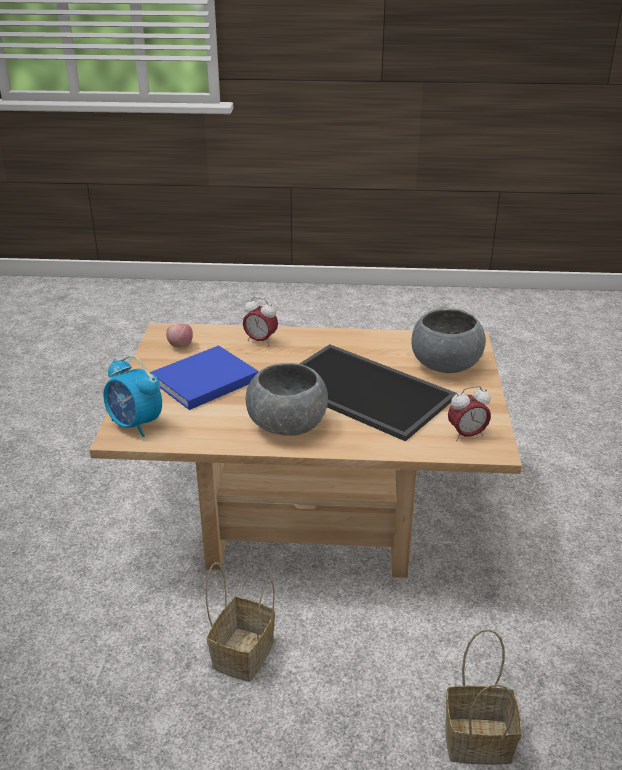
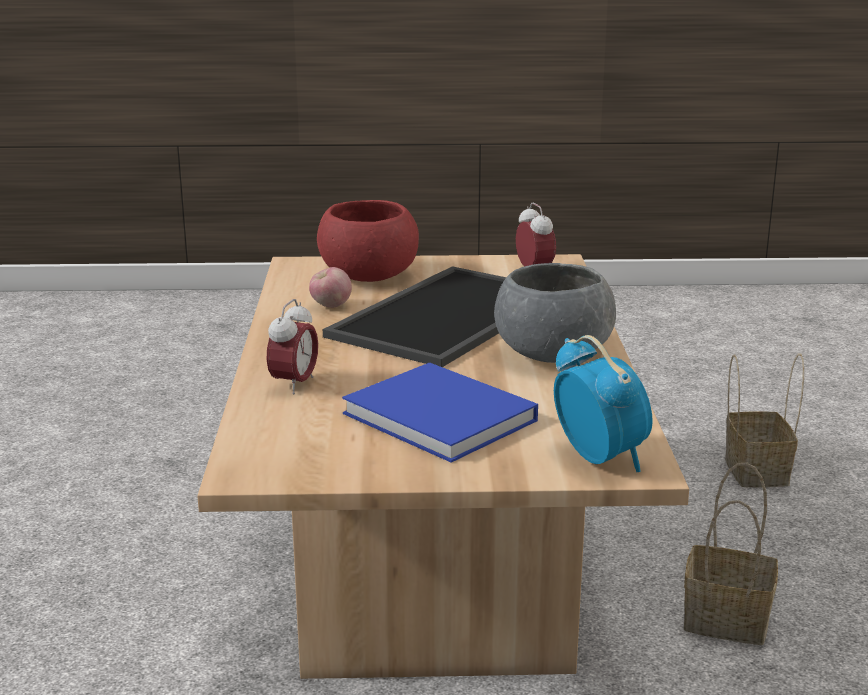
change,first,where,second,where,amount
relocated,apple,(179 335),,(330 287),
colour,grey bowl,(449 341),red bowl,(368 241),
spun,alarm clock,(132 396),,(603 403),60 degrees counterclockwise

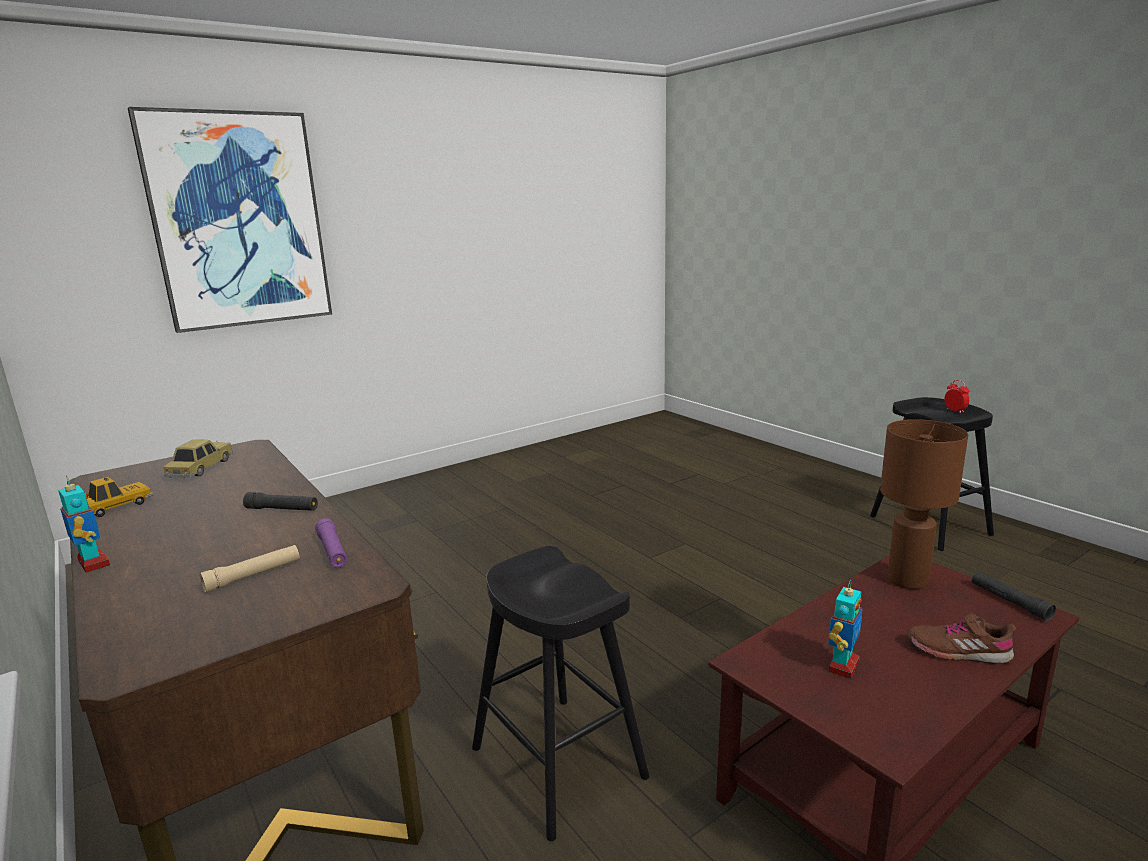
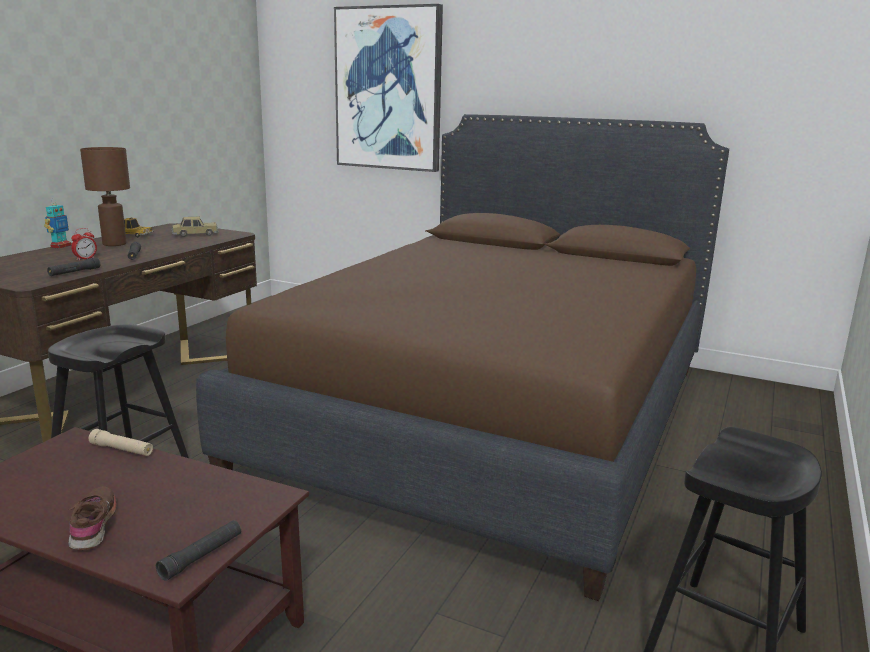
change,first,where,second,where,amount
colour,purple flashlight,(331 543),black flashlight,(73 266),
relocated,alarm clock,(957 396),,(84 244),
relocated,brown table lamp,(924 504),,(105 196),
relocated,beige flashlight,(250 569),,(121 442),
appeared,,,brown bed,(462 357),
missing,toy robot,(845 629),,,

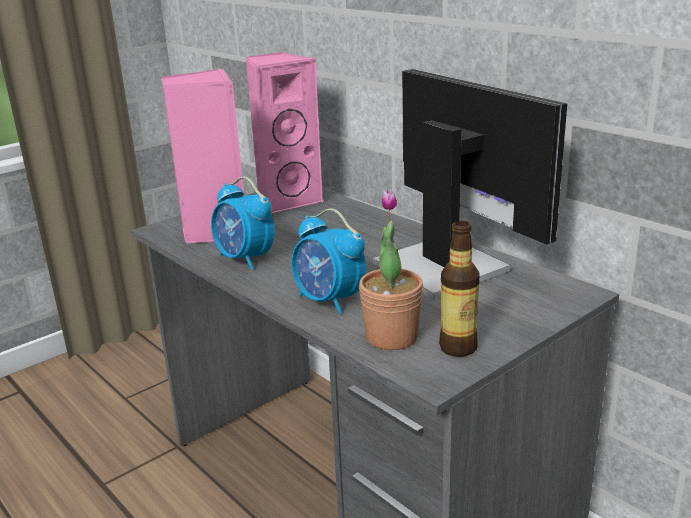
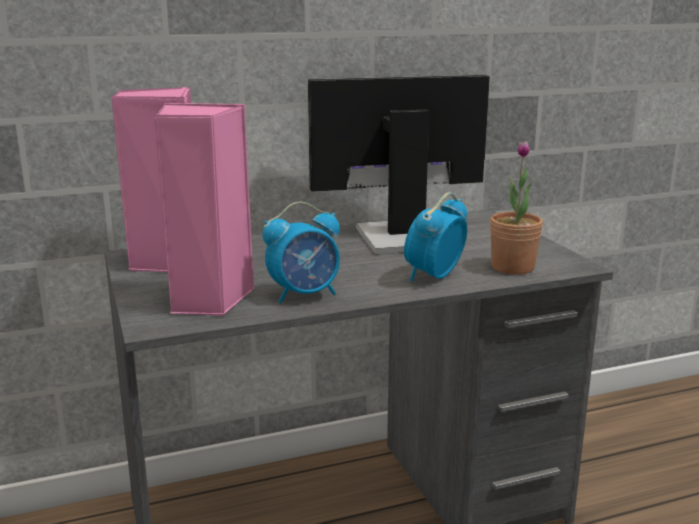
change,first,where,second,where,amount
spun,alarm clock,(328 261),,(436 237),150 degrees clockwise
missing,bottle,(459 289),,,

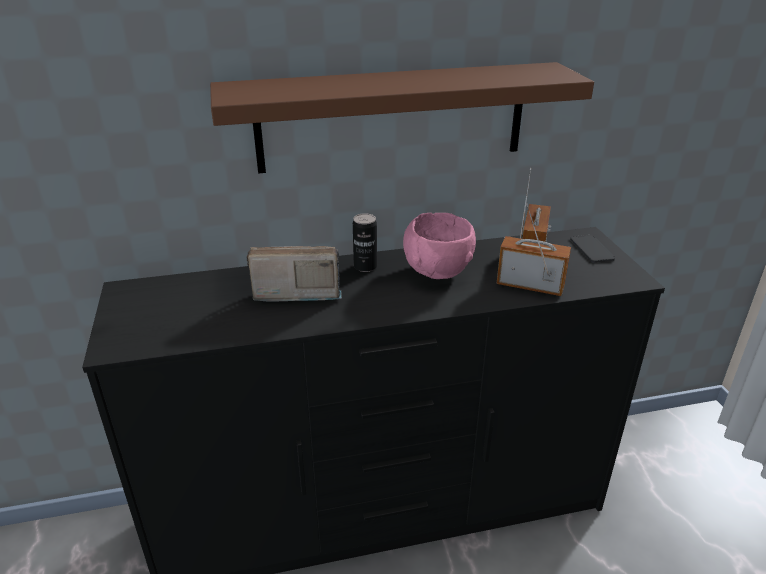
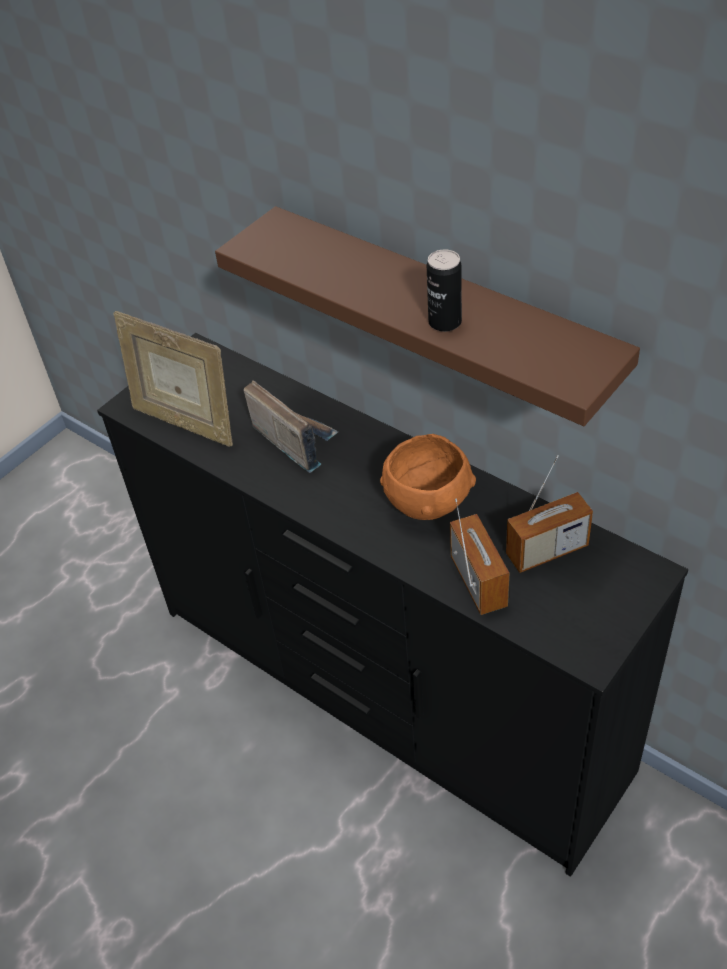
change,first,where,second,where,amount
appeared,,,picture frame,(173 379),
colour,pink bowl,(439 246),orange bowl,(428 477),
relocated,can,(365 242),,(444 291),
missing,phone,(592 249),,,

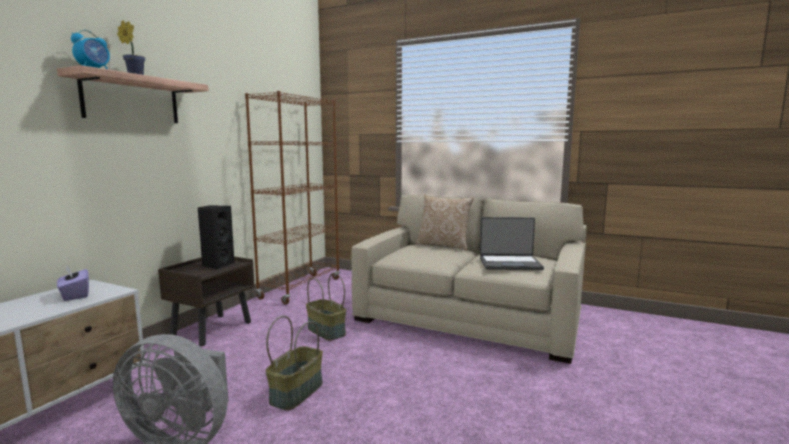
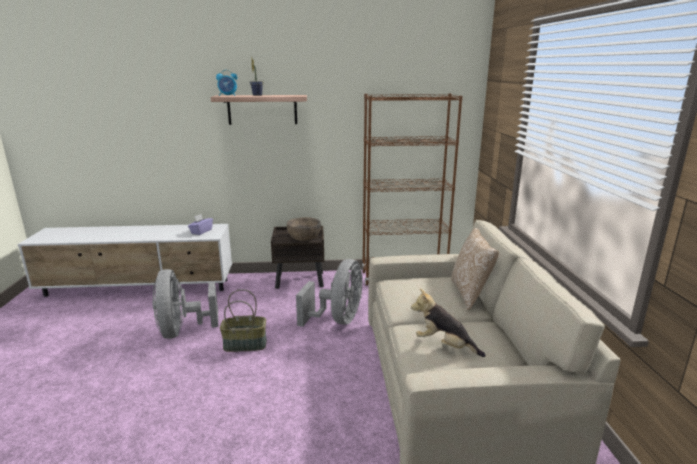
change,first,where,second,where,amount
exchanged,black speaker,(216 237),brown bowl,(304 229),
exchanged,basket,(326 307),grey fan,(329 293),
exchanged,laptop,(512 243),plush toy,(448 323),

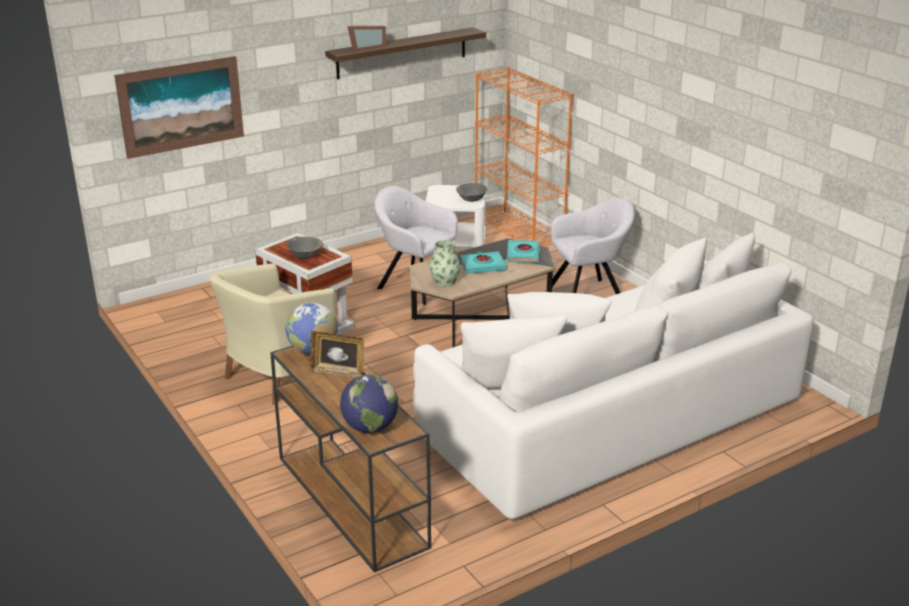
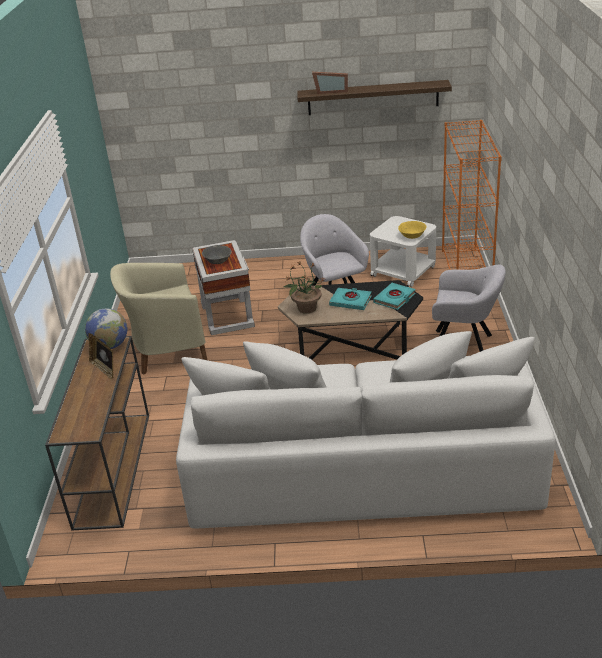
change,first,where,second,where,amount
exchanged,vase,(444 263),potted plant,(305 288),
colour,grey bowl,(472 192),yellow bowl,(412 230),
missing,picture,(179 107),,,
missing,globe,(369 403),,,

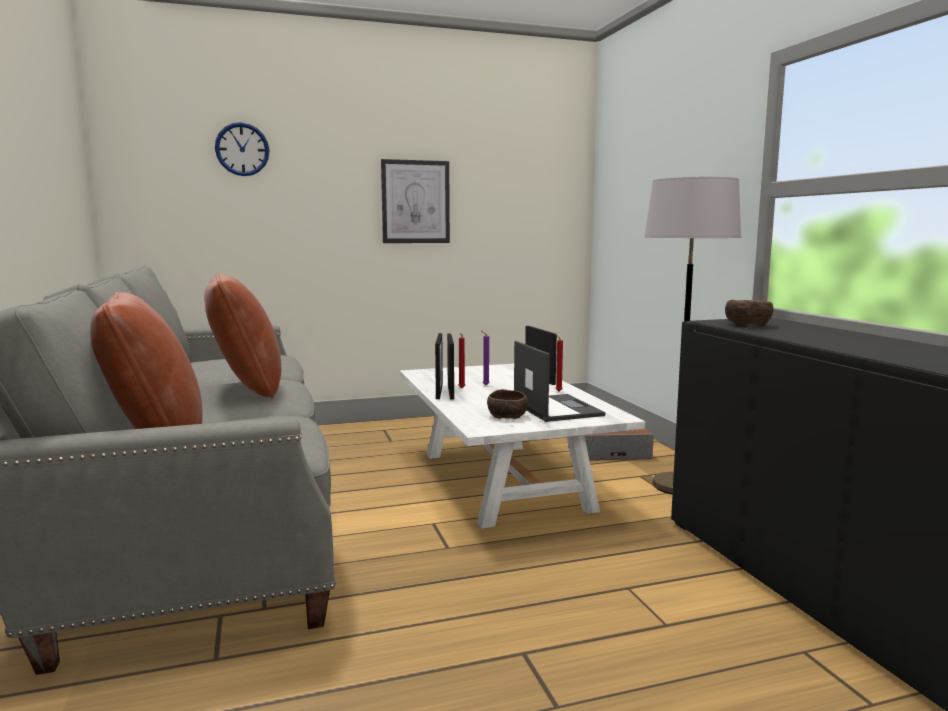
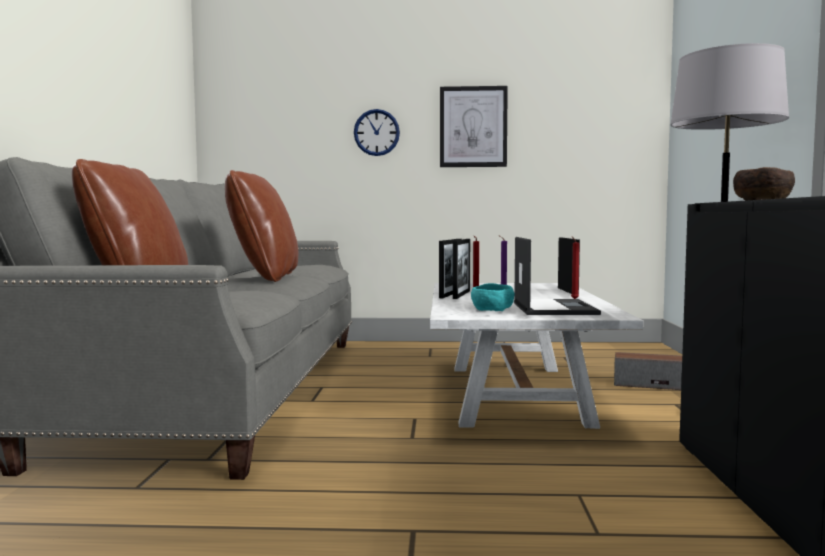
change,first,where,second,where,amount
relocated,wall clock,(242 149),,(377 132),
colour,brown bowl,(507 404),turquoise bowl,(493 297),

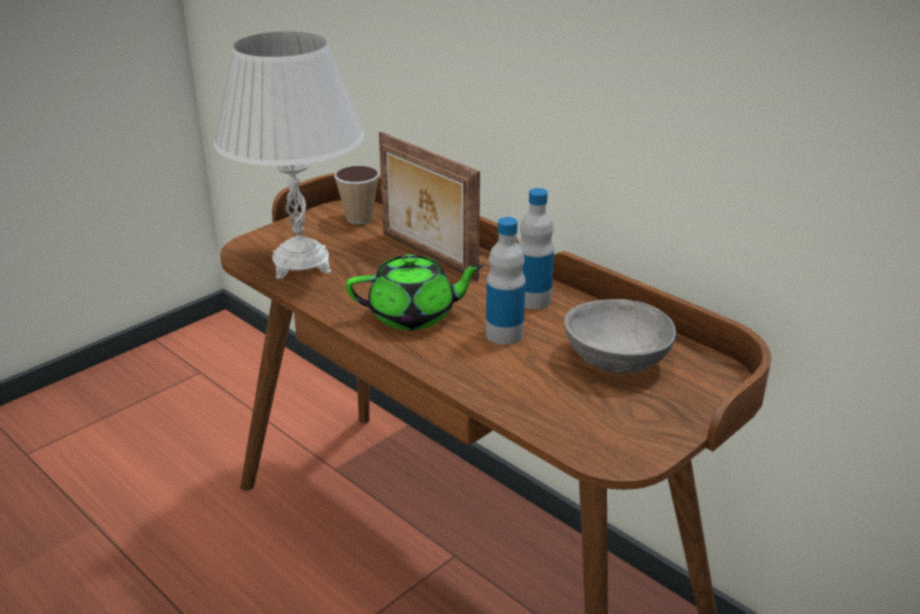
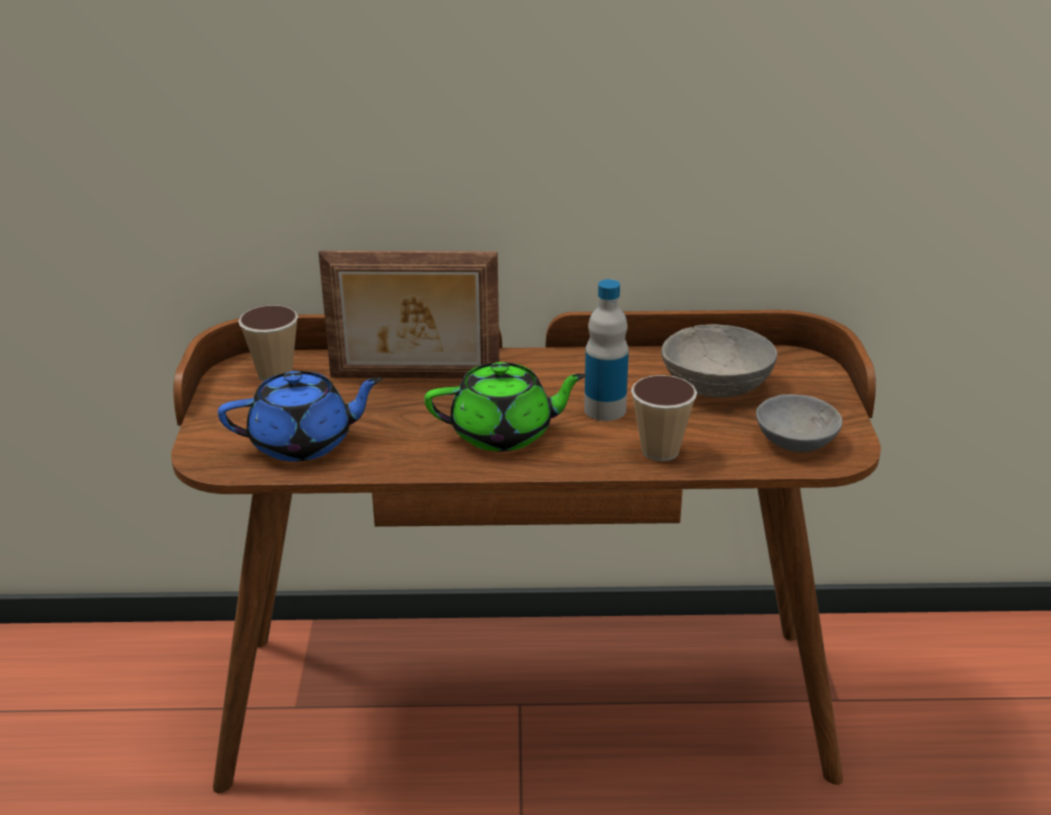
change,first,where,second,where,amount
exchanged,white table lamp,(288 155),blue teapot,(300 416),
spun,green teapot,(415 292),,(505 406),45 degrees clockwise
appeared,,,cup,(664 418),
appeared,,,grey bowl,(799 423),
missing,bottle,(536 248),,,

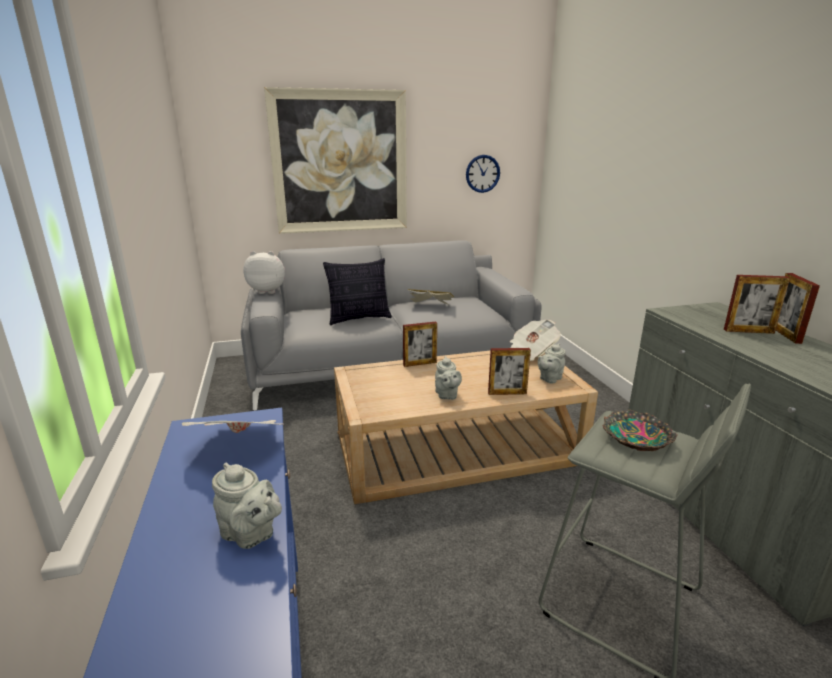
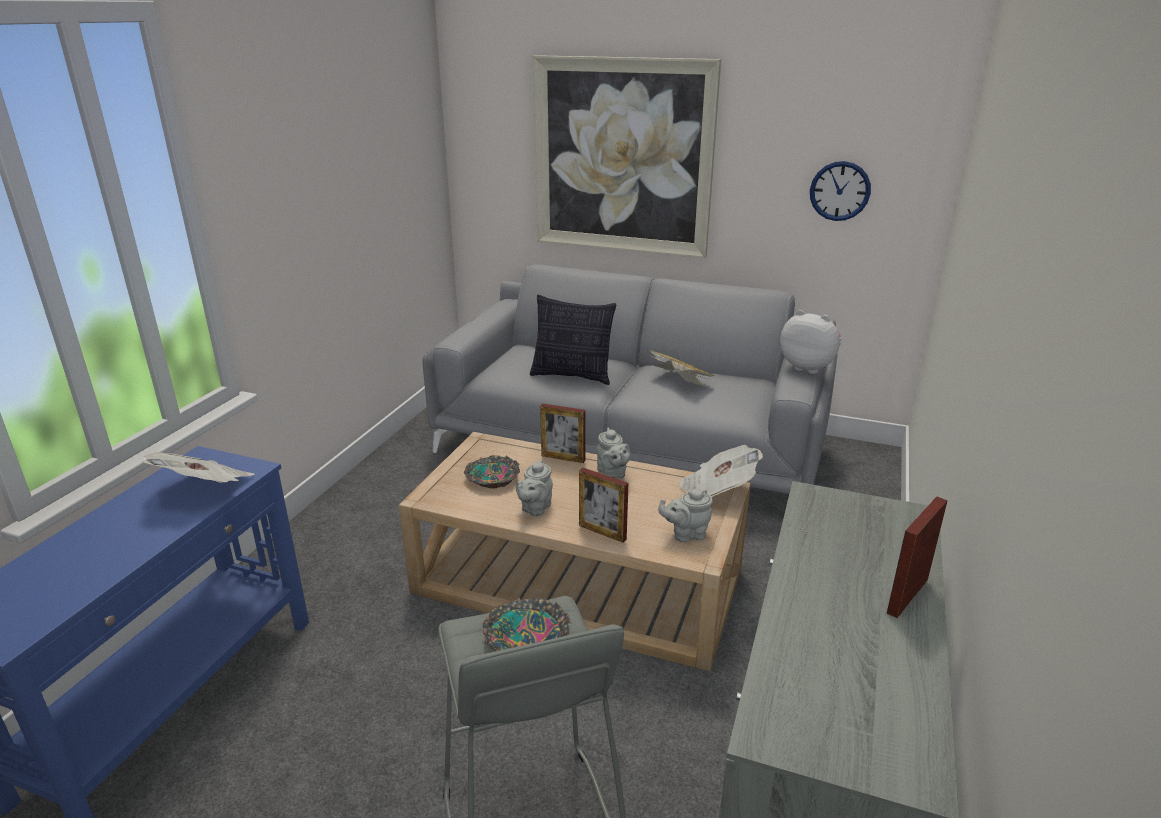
change,first,where,second,where,amount
appeared,,,bowl,(492 471),
relocated,grey teapot,(247 505),,(614 453),
relocated,plush toy,(264 272),,(811 342),
missing,picture frame,(757 304),,,

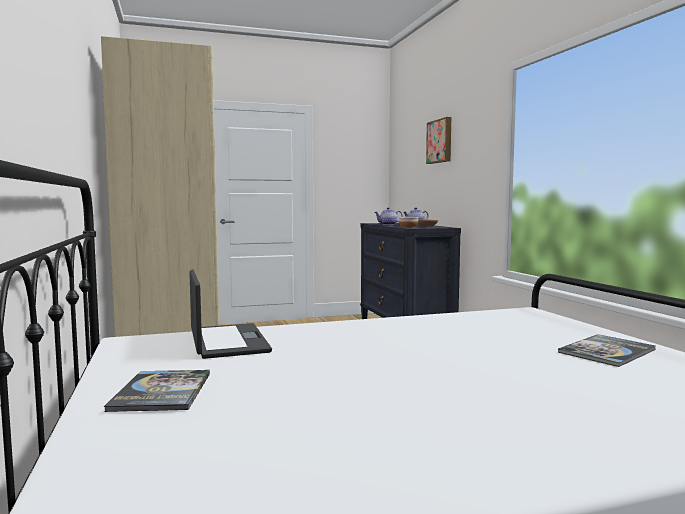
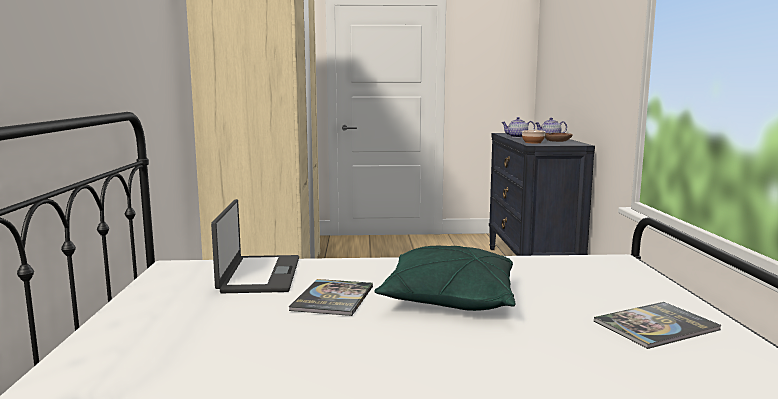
change,first,where,second,where,amount
relocated,book,(157 391),,(330 297),
appeared,,,green pillow,(445 278),
missing,picture,(438 140),,,

